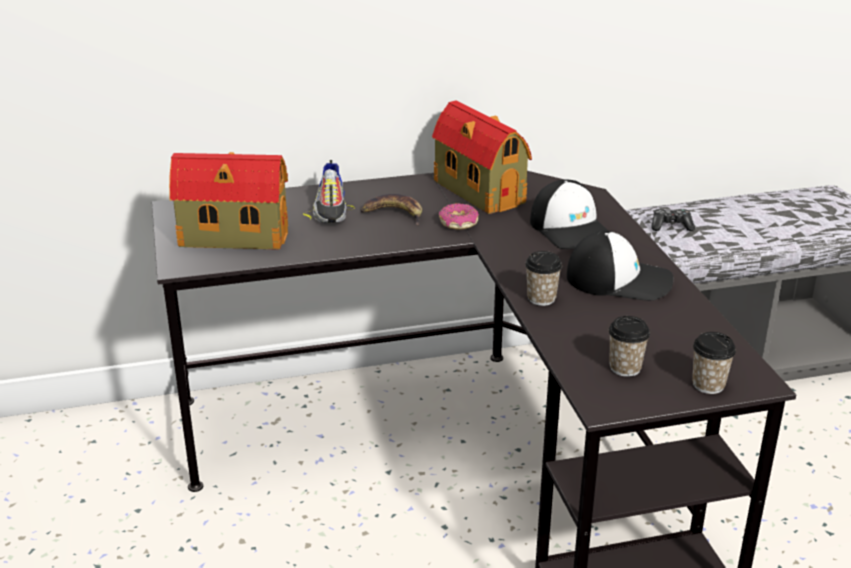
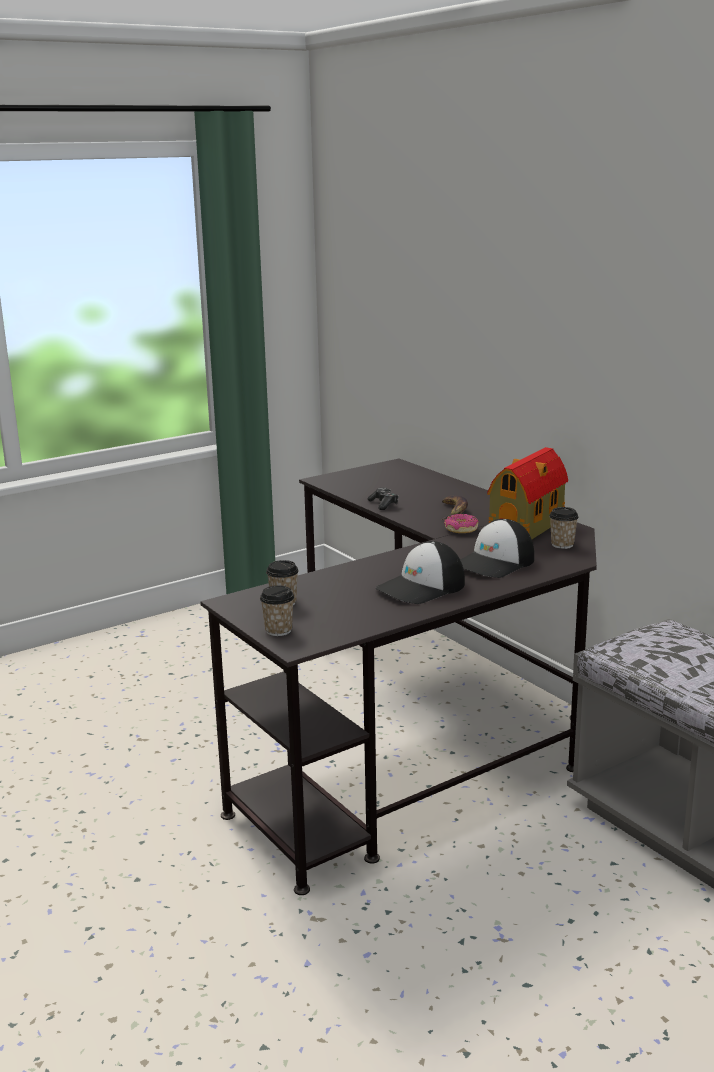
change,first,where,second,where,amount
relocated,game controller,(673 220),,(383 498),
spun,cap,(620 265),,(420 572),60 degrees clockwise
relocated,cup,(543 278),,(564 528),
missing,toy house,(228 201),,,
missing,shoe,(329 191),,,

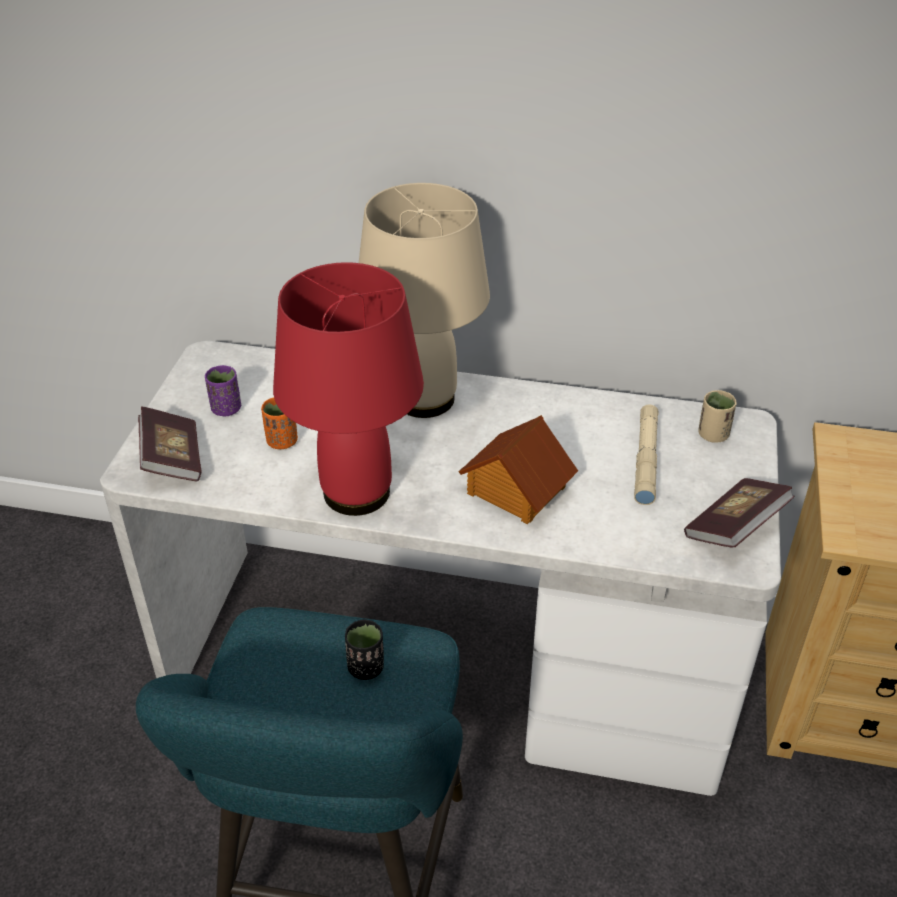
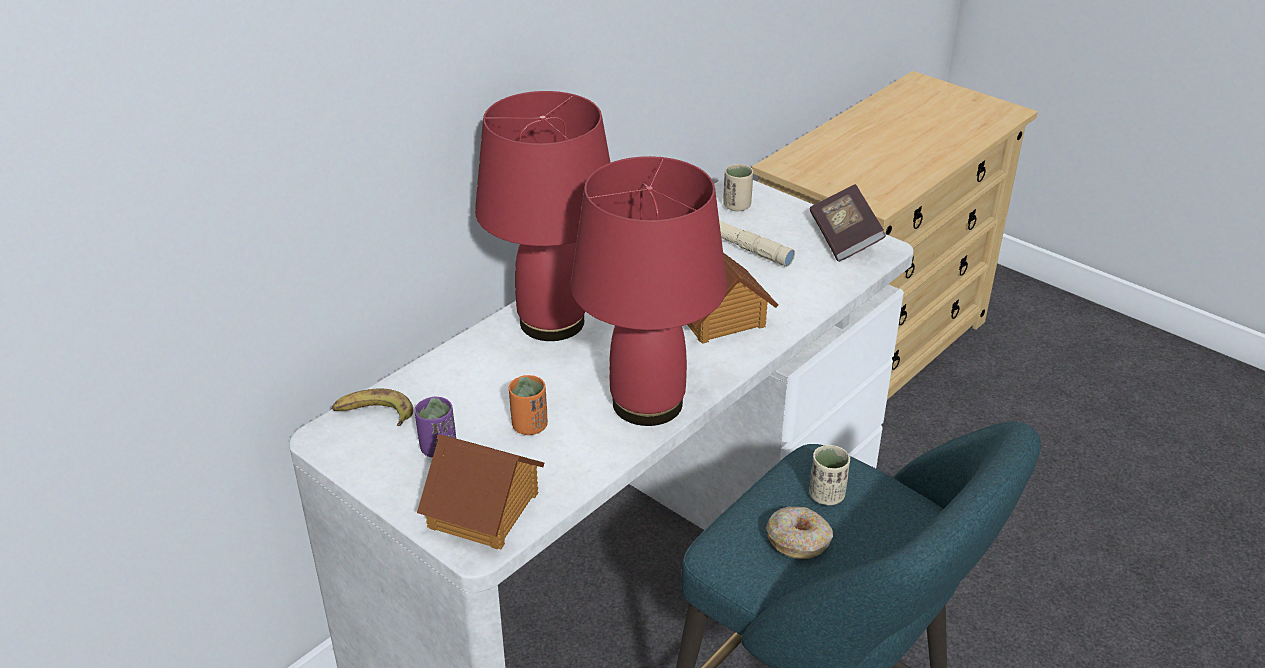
change,first,where,second,where,amount
appeared,,,banana,(372 407),
exchanged,book,(170 443),toy house,(480 491),
colour,beige table lamp,(424 300),red table lamp,(542 216),
appeared,,,donut,(799 533),
colour,black cup,(364 649),beige cup,(829 475),

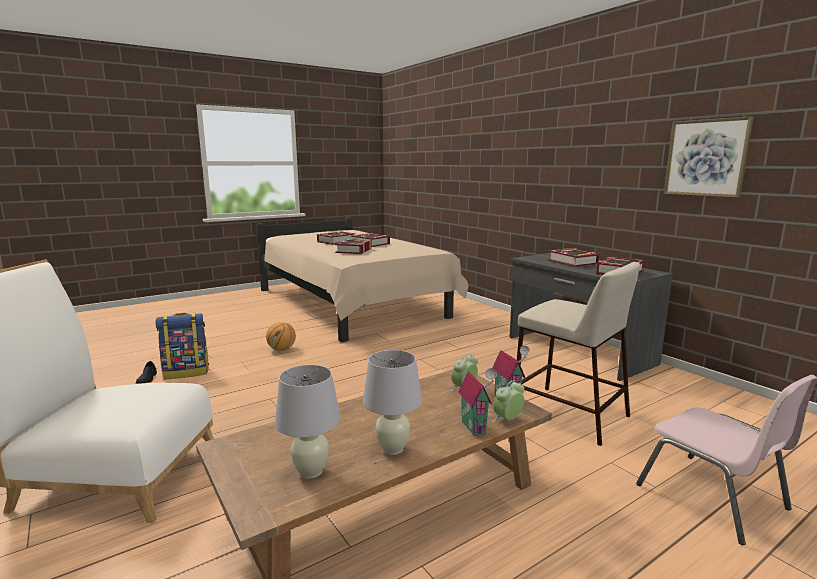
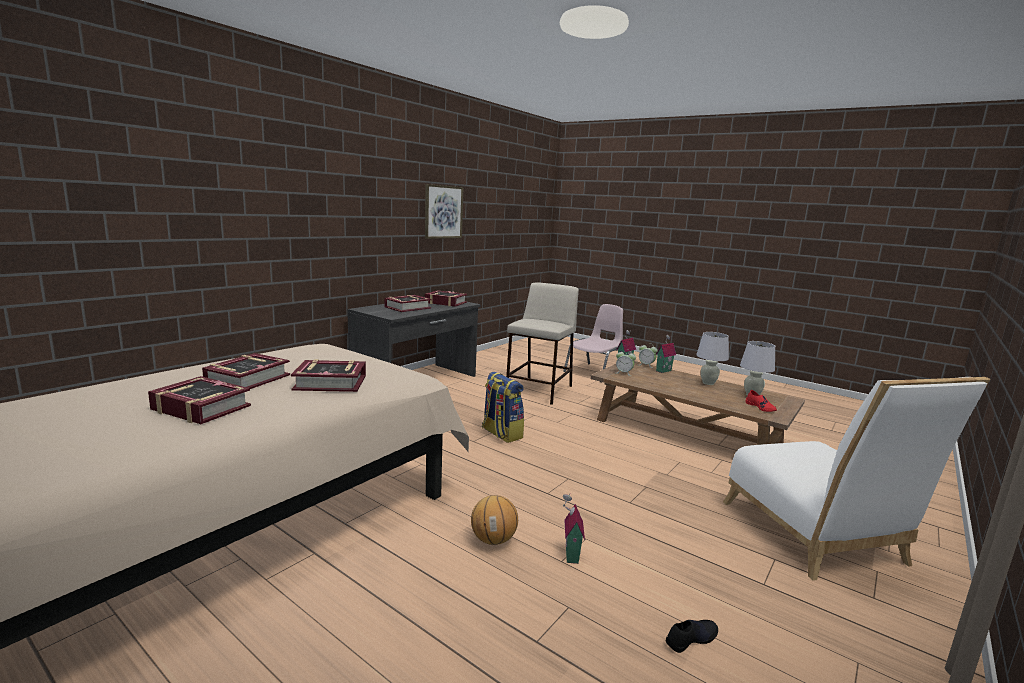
change,first,where,second,where,amount
relocated,backpack,(182 346),,(503 407),
appeared,,,toy house,(574 528),
appeared,,,red shoe,(761 401),

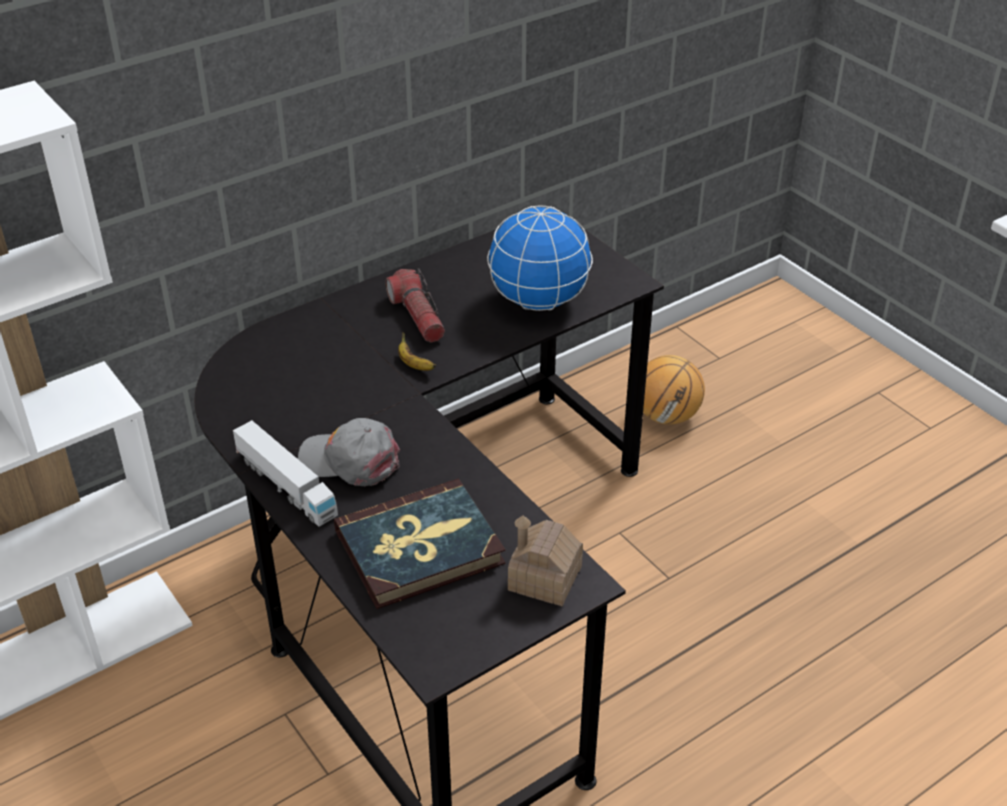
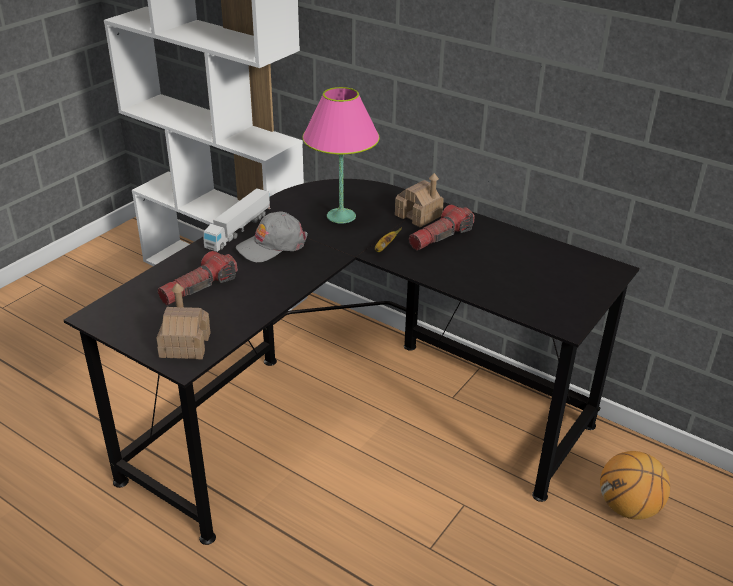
change,first,where,second,where,amount
exchanged,book,(419 544),flashlight,(198 278),
spun,grey cap,(349 452),,(272 236),120 degrees counterclockwise
appeared,,,pink table lamp,(341 155),
appeared,,,toy house,(419 200),
missing,globe,(540 258),,,

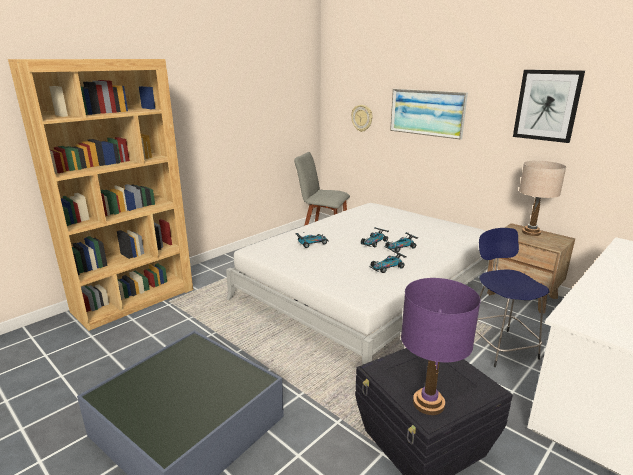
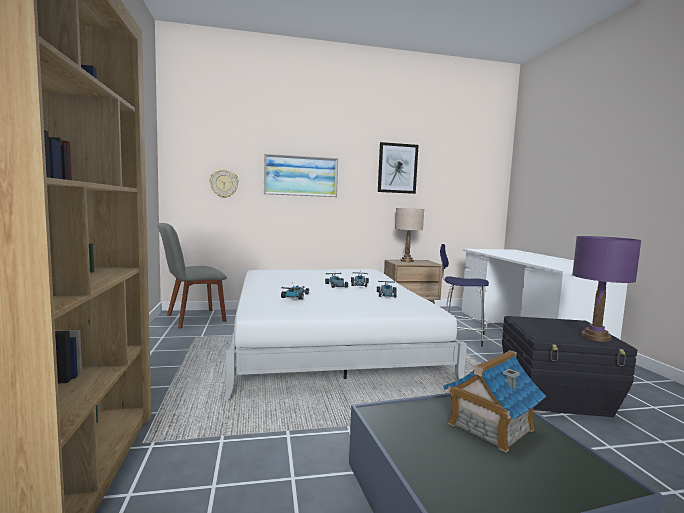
change,first,where,second,where,amount
appeared,,,toy house,(494 401),

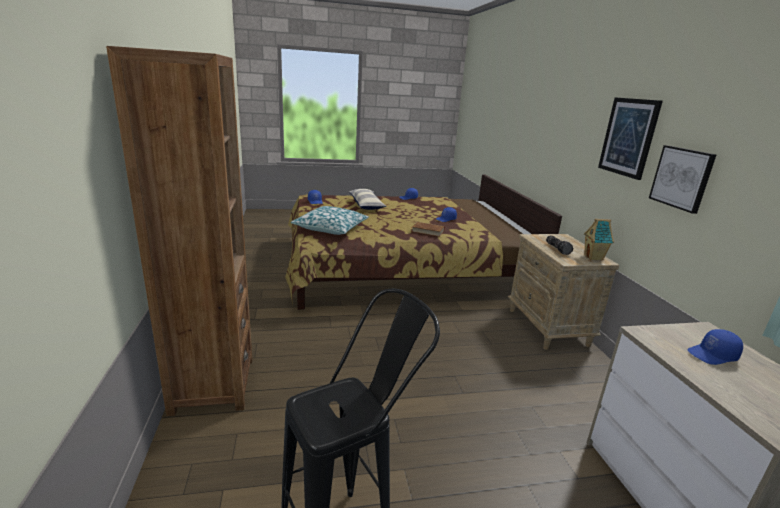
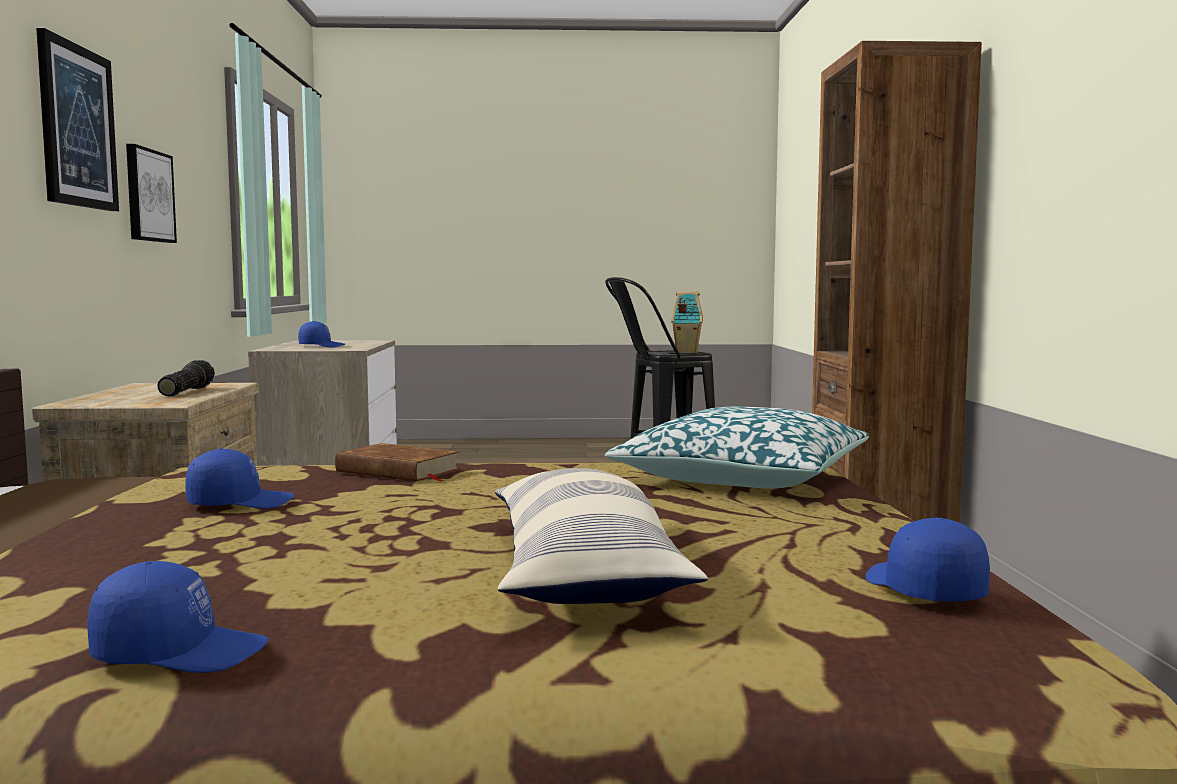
change,first,where,second,where,amount
relocated,toy house,(599 239),,(687 322),

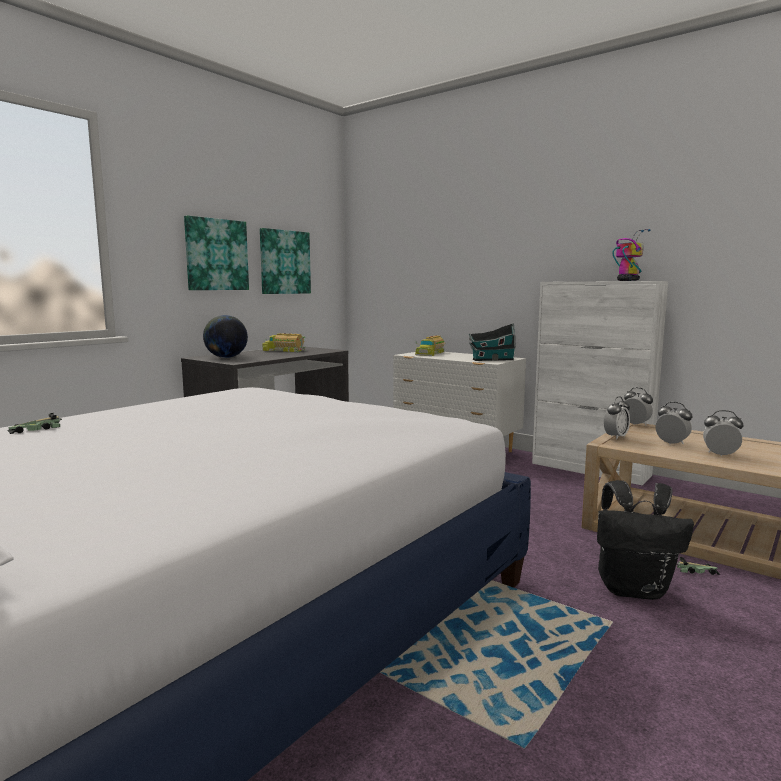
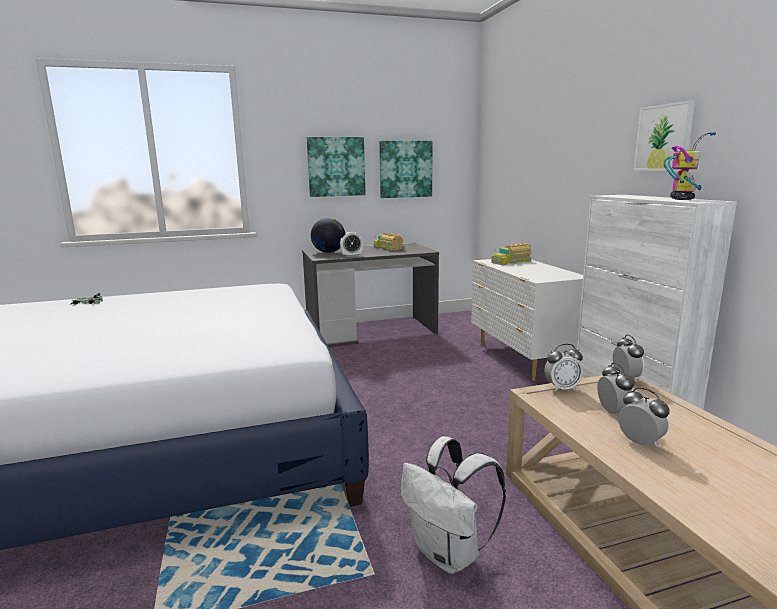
change,first,where,second,where,amount
appeared,,,alarm clock,(351 244),
colour,black backpack,(645 540),white backpack,(453 505),
appeared,,,picture,(664 135),
missing,toy house,(492 342),,,
missing,toy car,(698 566),,,

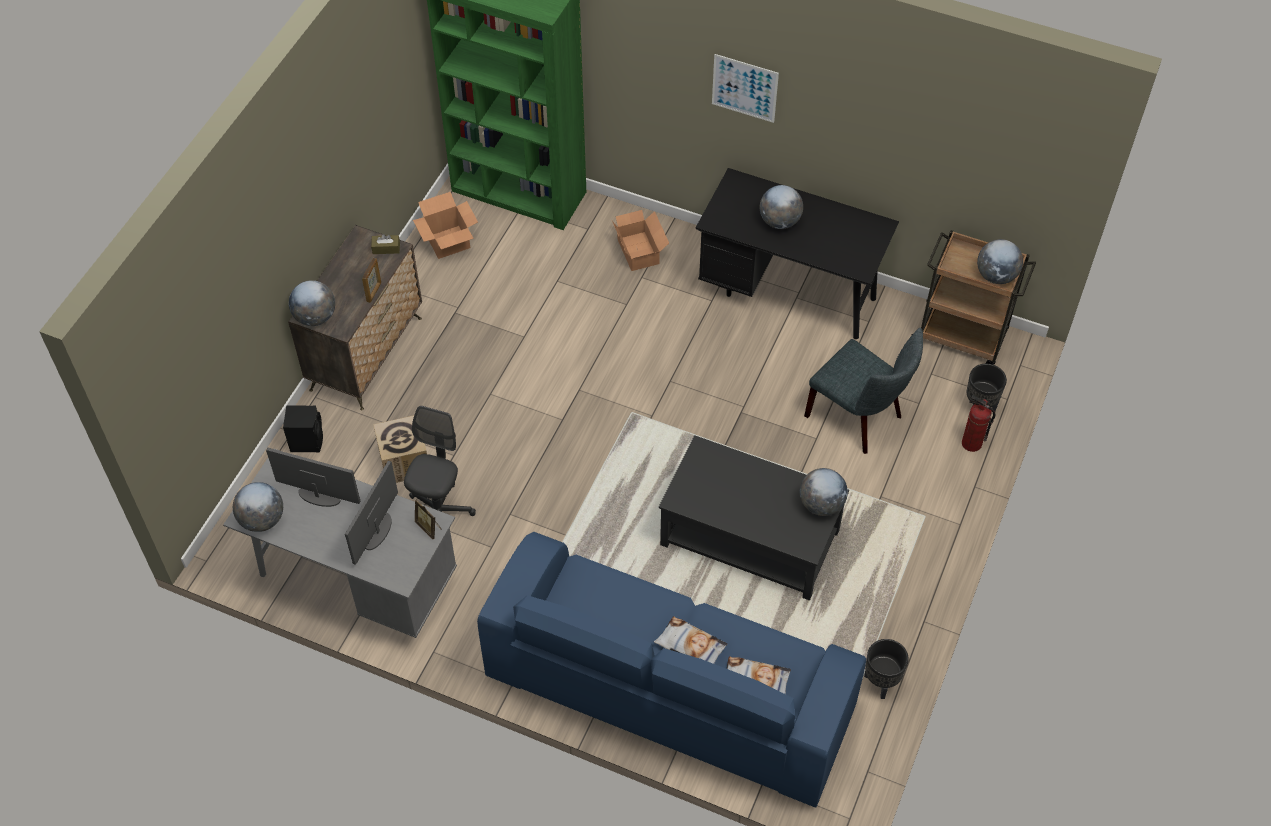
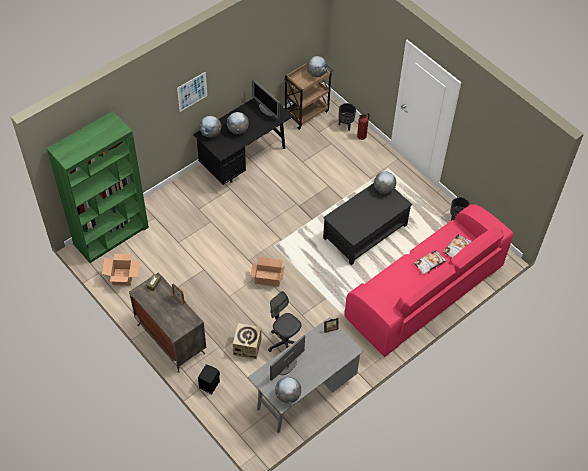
change,first,where,second,where,amount
relocated,globe,(312 303),,(210 127),
relocated,cardboard box,(640 240),,(267 272),
relocated,monitor,(371 513),,(266 99),
colour,blue sofa,(671 669),pink sofa,(428 280),
missing,grey chair,(863 391),,,

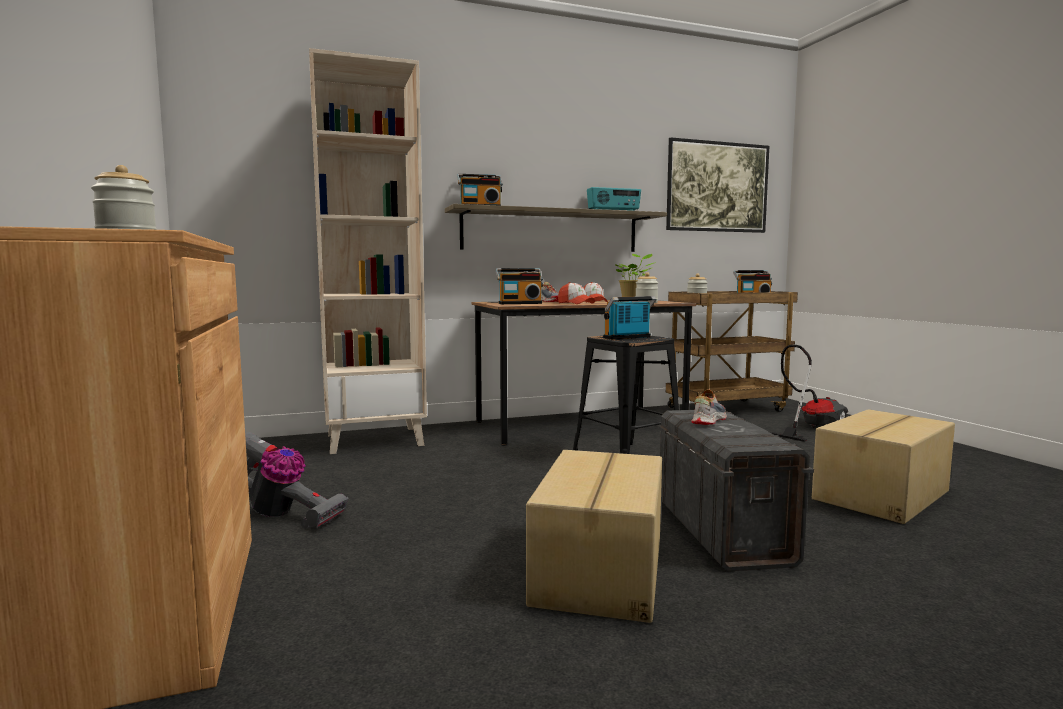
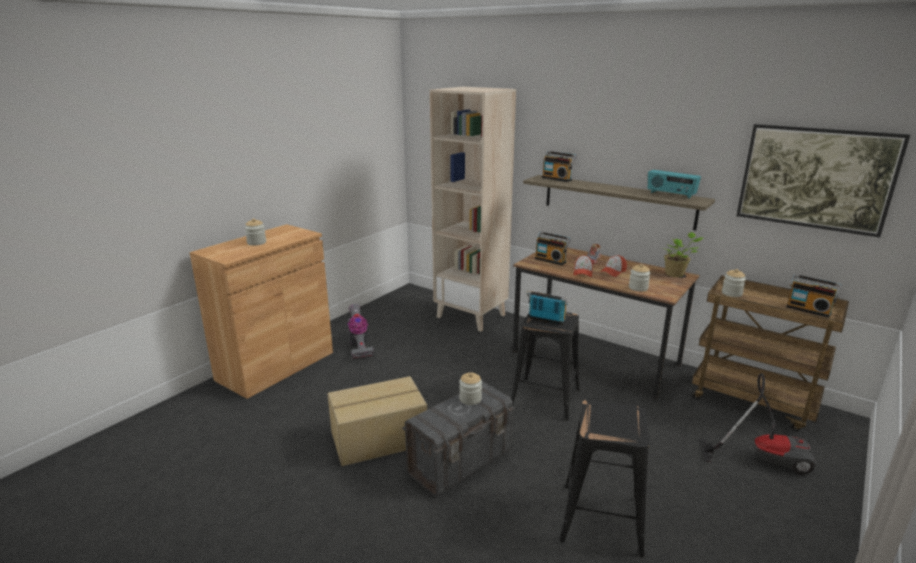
change,first,where,second,where,amount
exchanged,shoe,(709 407),jar,(470 388),
exchanged,cardboard box,(883 466),black stool,(604 479),

